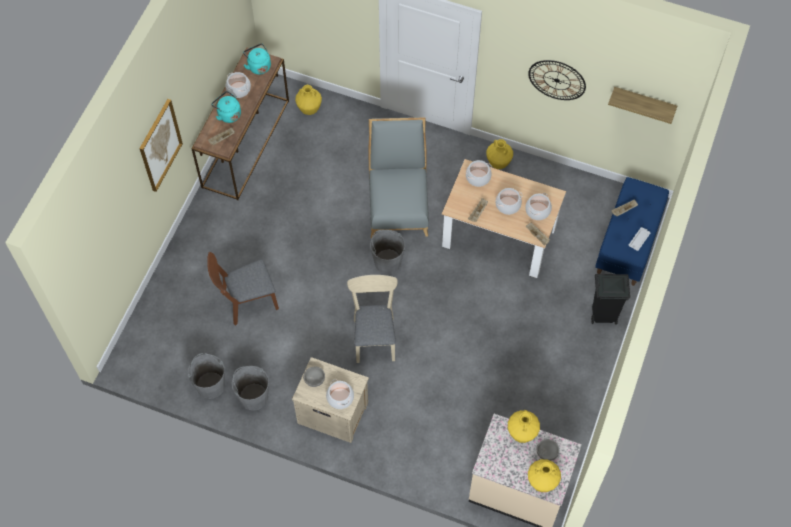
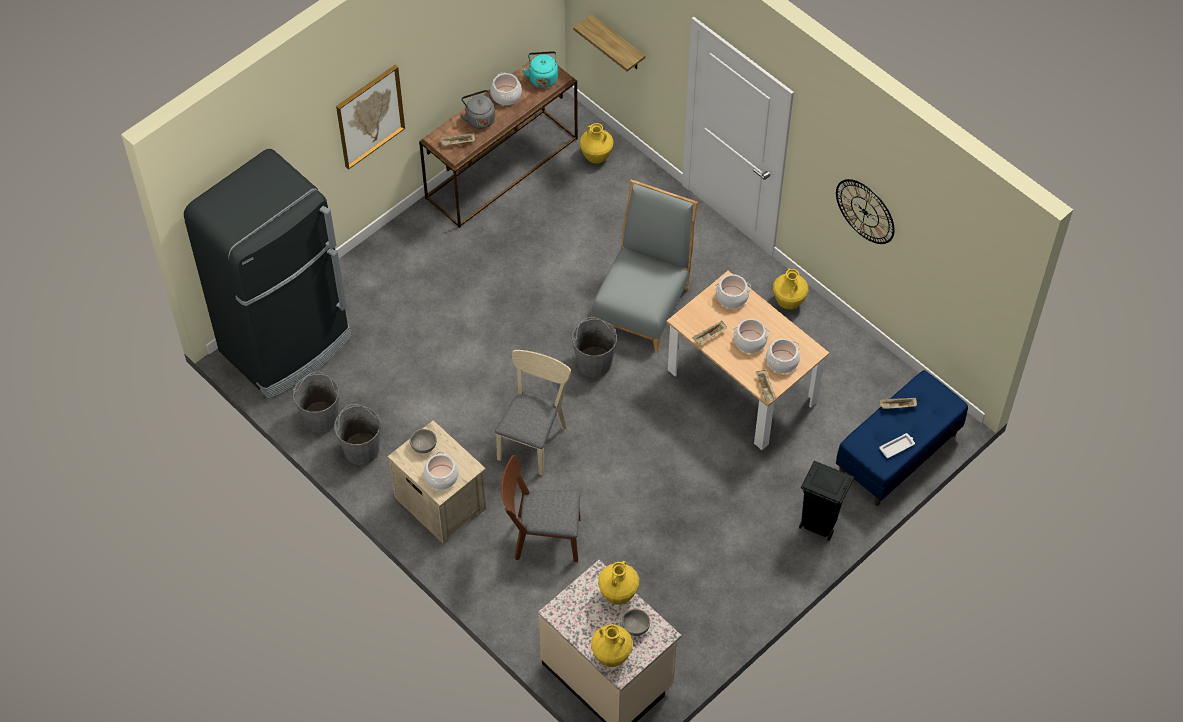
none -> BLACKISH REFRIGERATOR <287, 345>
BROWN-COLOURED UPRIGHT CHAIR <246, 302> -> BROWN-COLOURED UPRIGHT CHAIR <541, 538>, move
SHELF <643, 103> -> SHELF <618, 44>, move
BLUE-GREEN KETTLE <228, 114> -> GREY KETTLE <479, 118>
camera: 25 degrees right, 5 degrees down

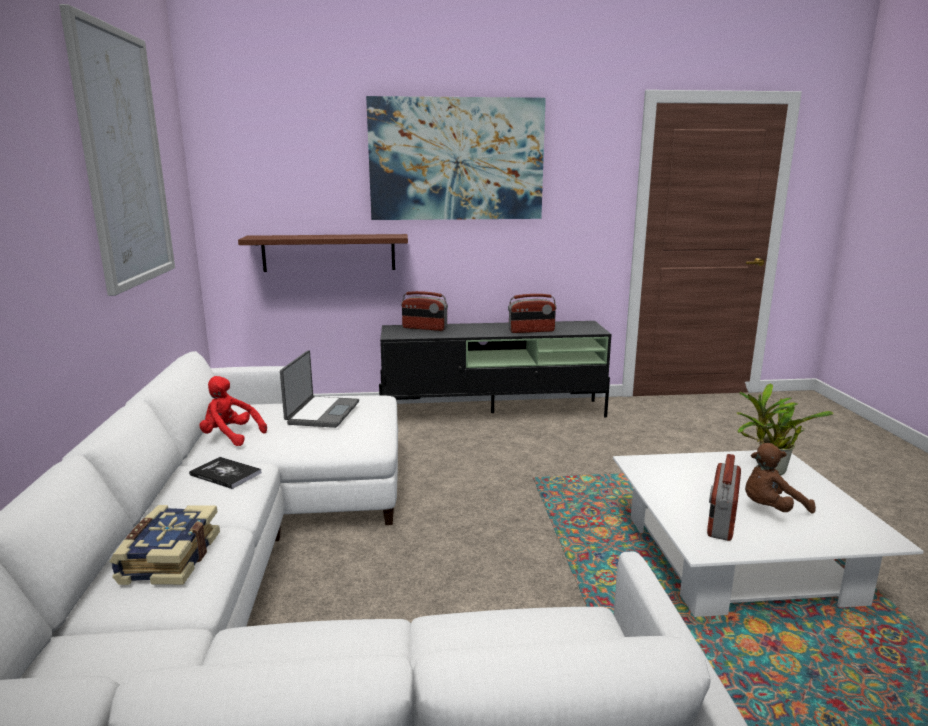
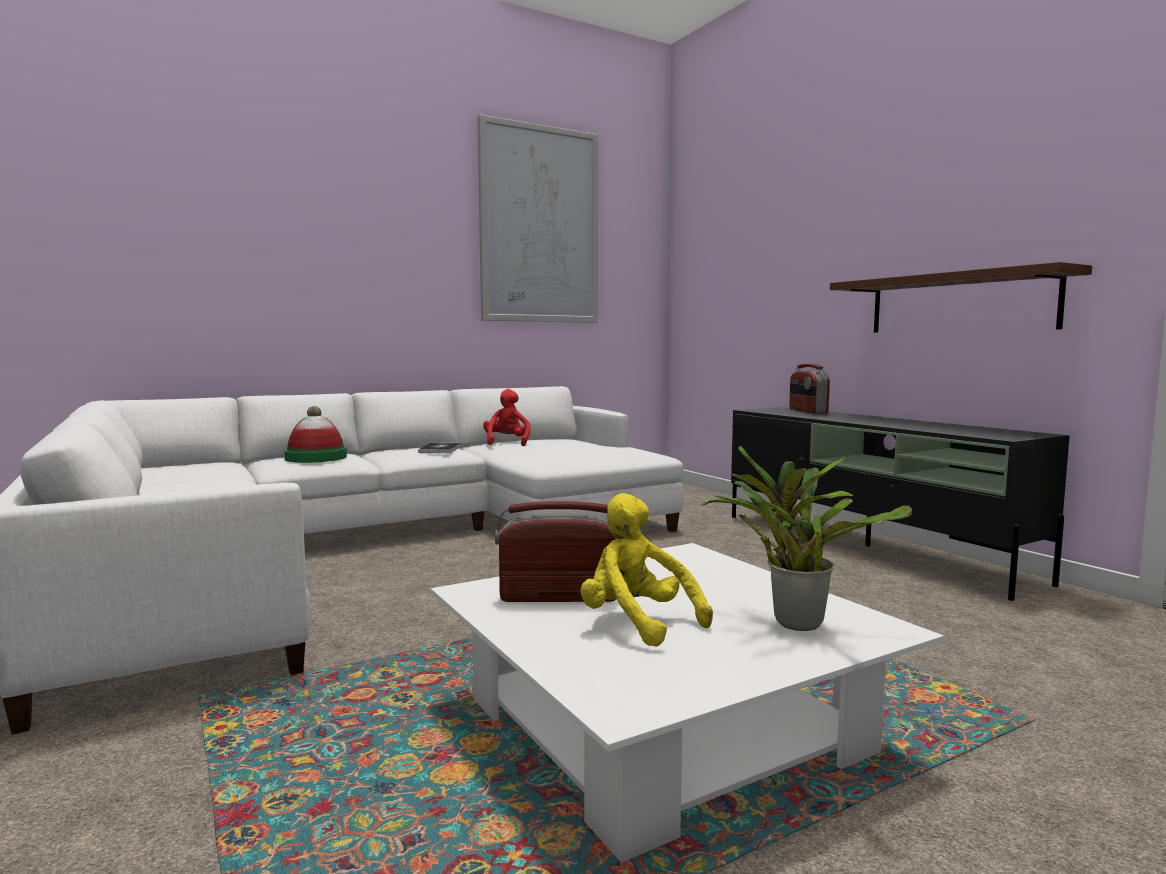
PORTABLE COMPUTER <321, 413> -> none
PICTURE <456, 159> -> none
RADIO RECEIVER <531, 331> -> none
BROWN-COLOURED SHELF <329, 252> -> BROWN-COLOURED SHELF <959, 303>, move
BOOK <168, 558> -> CLOTHING HAT <316, 458>
BROWN-COLOURED SOFT TOY <770, 509> -> YELLOW SOFT TOY <637, 623>
camera: 65 degrees right, 10 degrees down

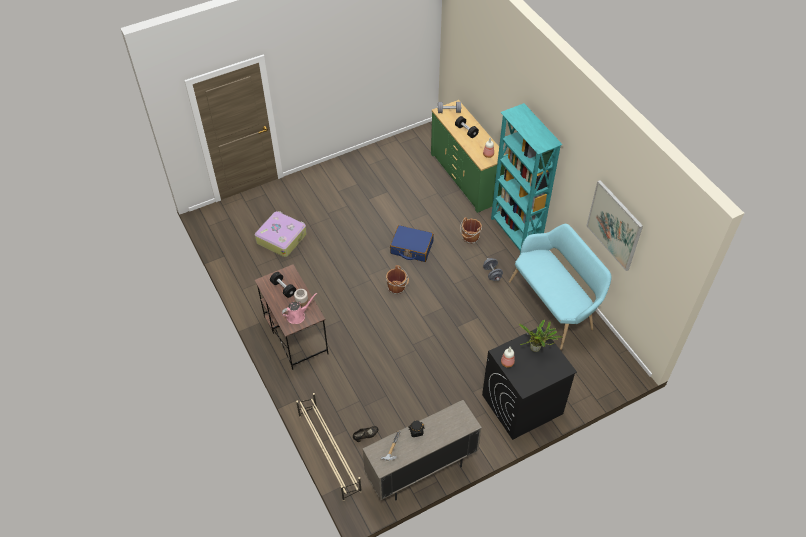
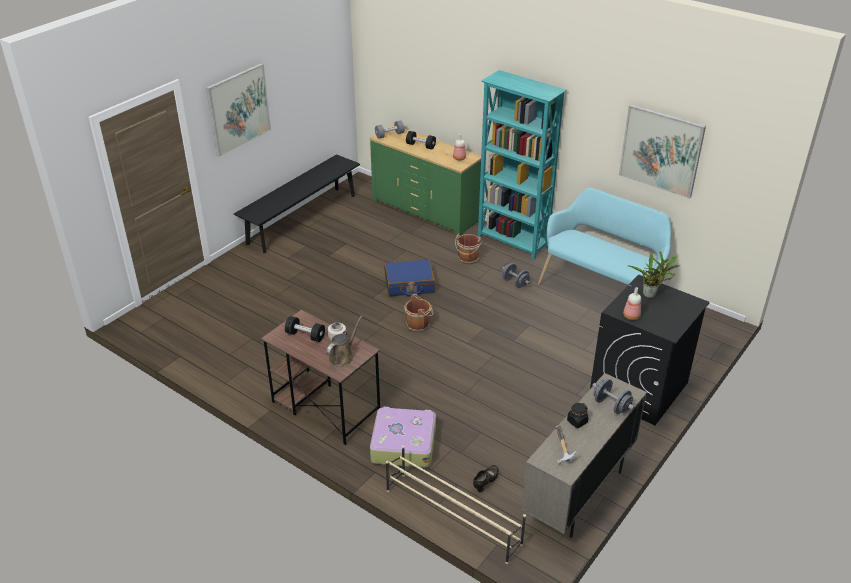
none -> PICTURE <238, 109>
none -> BLACKISH BENCH <302, 219>
none -> GREY HAND WEIGHT <611, 405>
PIECE OF LUGGAGE <281, 238> -> PIECE OF LUGGAGE <403, 444>, move
PINK-COLOURED WATERING CAN <297, 315> -> BROWN-COLOURED WATERING CAN <343, 356>
camera: 25 degrees left, 15 degrees down

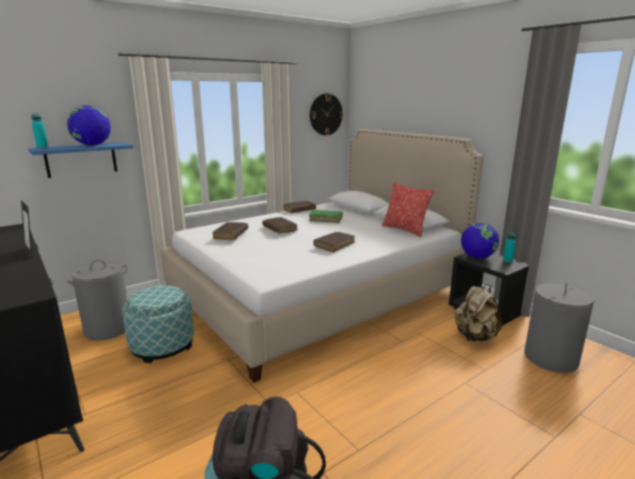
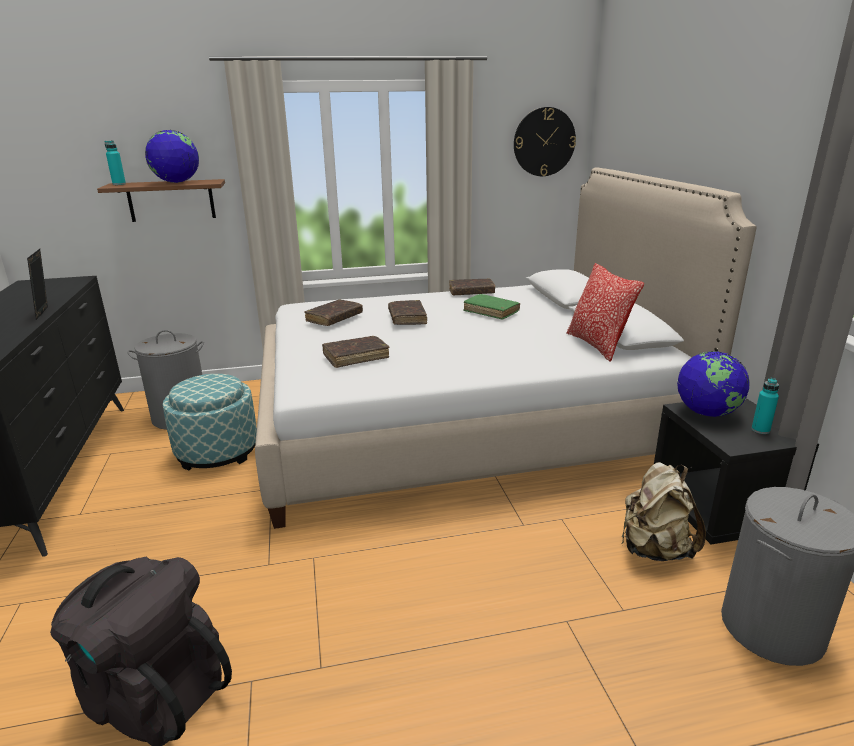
BROWN-COLOURED BOOK <334, 245> -> BROWN-COLOURED BOOK <356, 357>, move
BLUE-COLOURED SHELF <81, 159> -> BROWN-COLOURED SHELF <171, 200>
camera: 25 degrees right, 5 degrees up

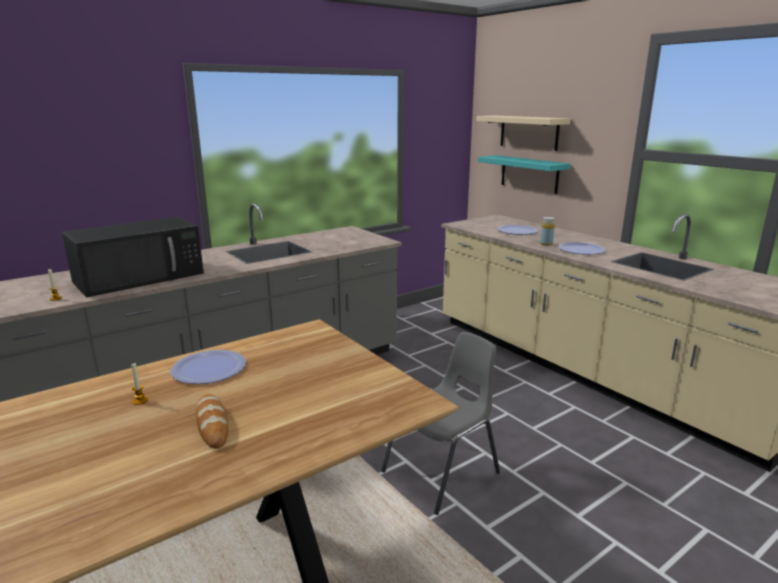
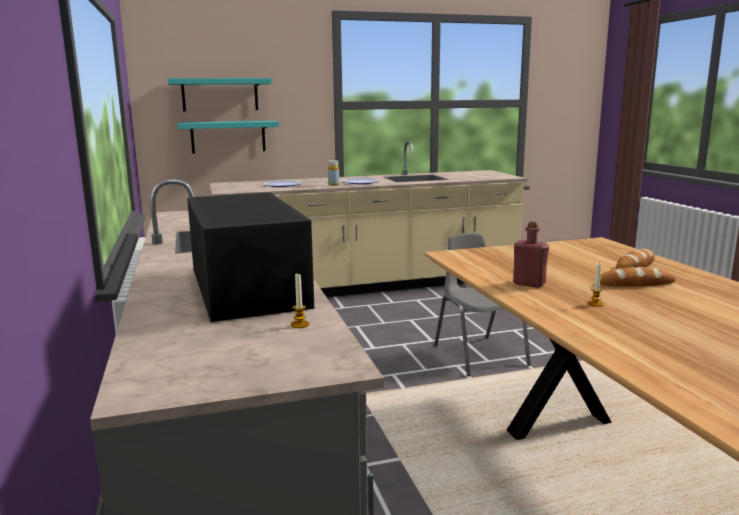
none -> BAKED BREAD <635, 265>
PLATE <209, 369> -> RED BOTTLE <529, 284>
SAND-COLOURED SHELF <529, 132> -> BLUE-GREEN SHELF <220, 95>
camera: 70 degrees left, 5 degrees down

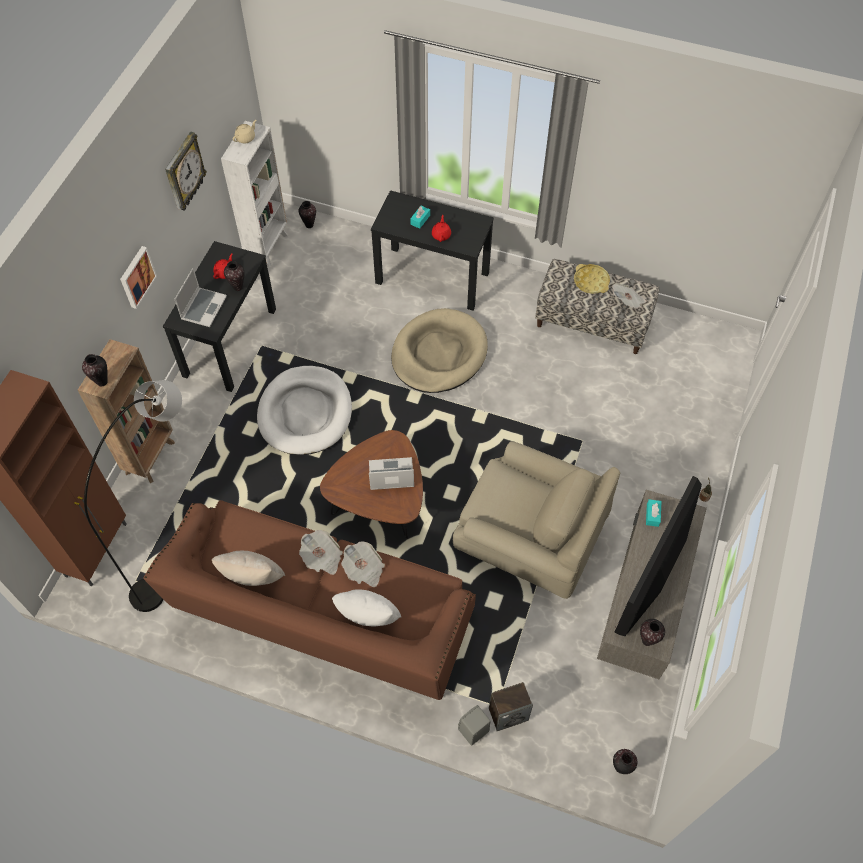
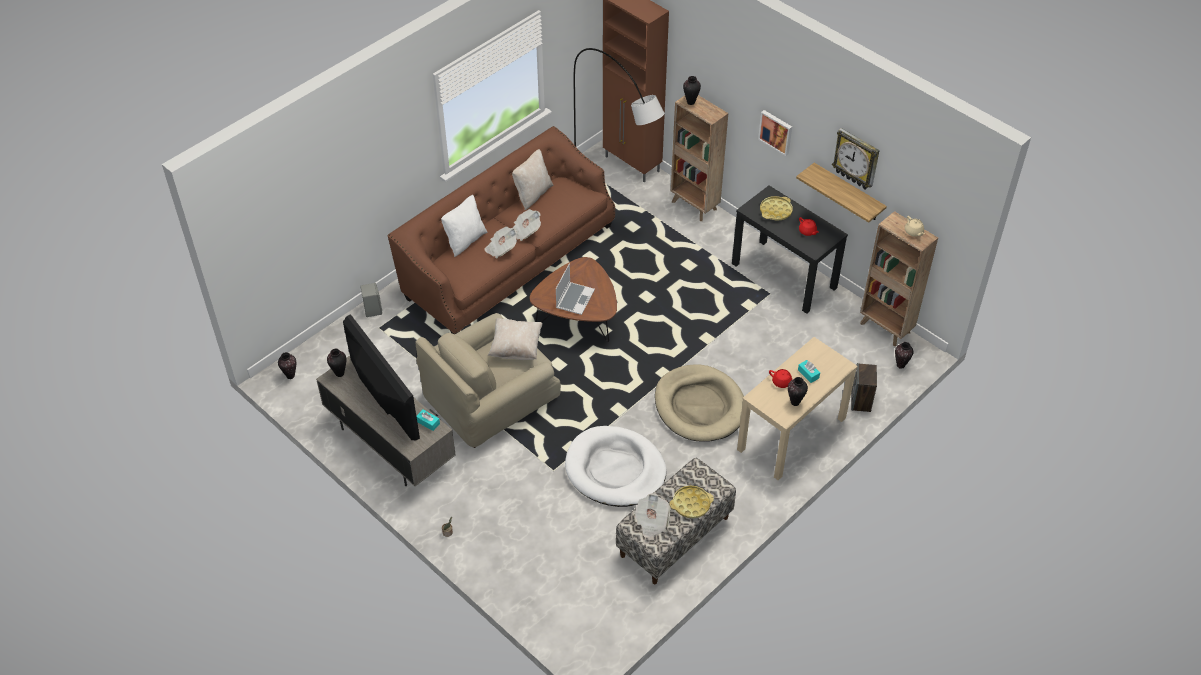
none -> SAND-COLOURED PILLOW <516, 348>
none -> SHELF <848, 193>
FLOWER VASE <238, 287> -> FLOWER VASE <795, 402>, move
WHITE DOG CUSHION <305, 413> -> WHITE DOG CUSHION <615, 470>, move
AUDIO SPEAKER <508, 714> -> AUDIO SPEAKER <861, 401>, move
PORTABLE COMPUTER <203, 307> -> YELLOW SERVING TRAY <775, 211>
WHITE SHELVING UNIT <267, 246> -> BROWN-COLOURED SHELVING UNIT <886, 328>
BLACKISH CONSOLE TABLE <432, 277> -> SAND-COLOURED CONSOLE TABLE <791, 434>
camera: 115 degrees right, 10 degrees down

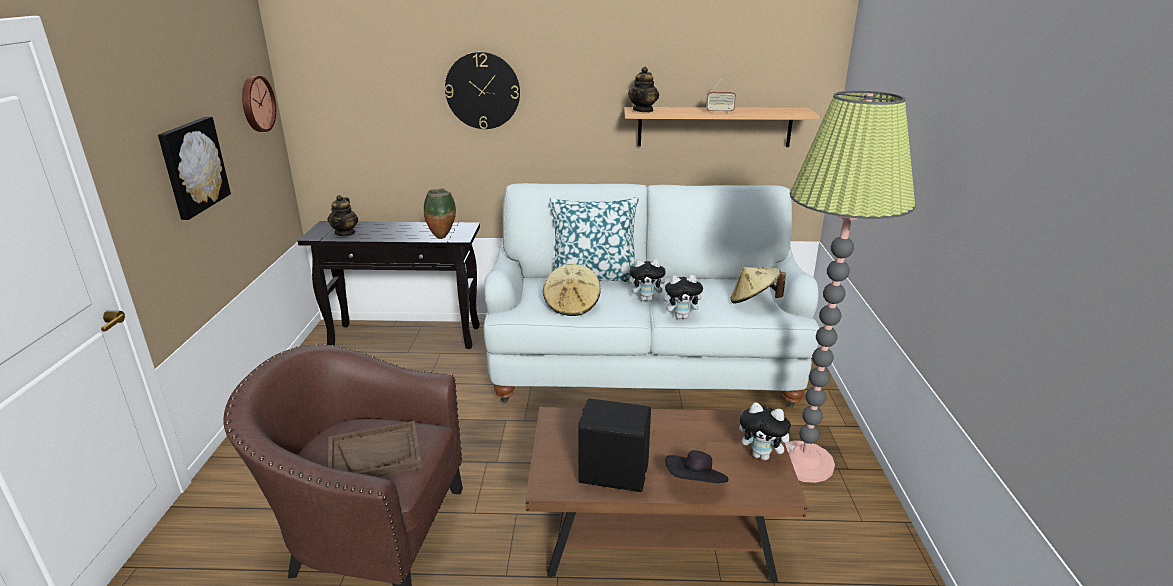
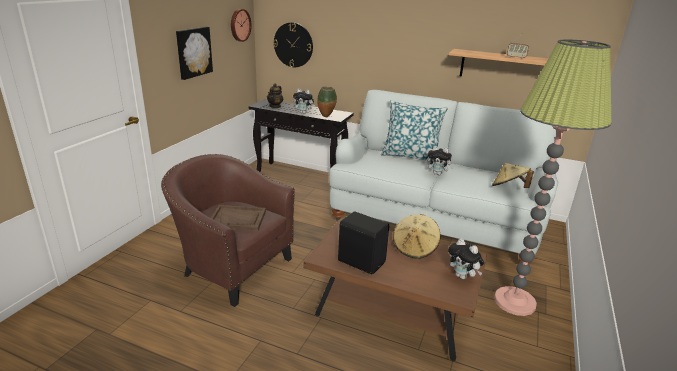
TEAPOT <643, 110> -> none
BLACKISH CLOTHING HAT <695, 483> -> none
CLOCK ON THE WALL <482, 91> -> CLOCK ON THE WALL <293, 45>, move
SAND-COLOURED CLOTHING HAT <572, 305> -> SAND-COLOURED CLOTHING HAT <415, 248>, move
SOFT TOY <682, 317> -> SOFT TOY <304, 113>, move
camera: 20 degrees right, 0 degrees up

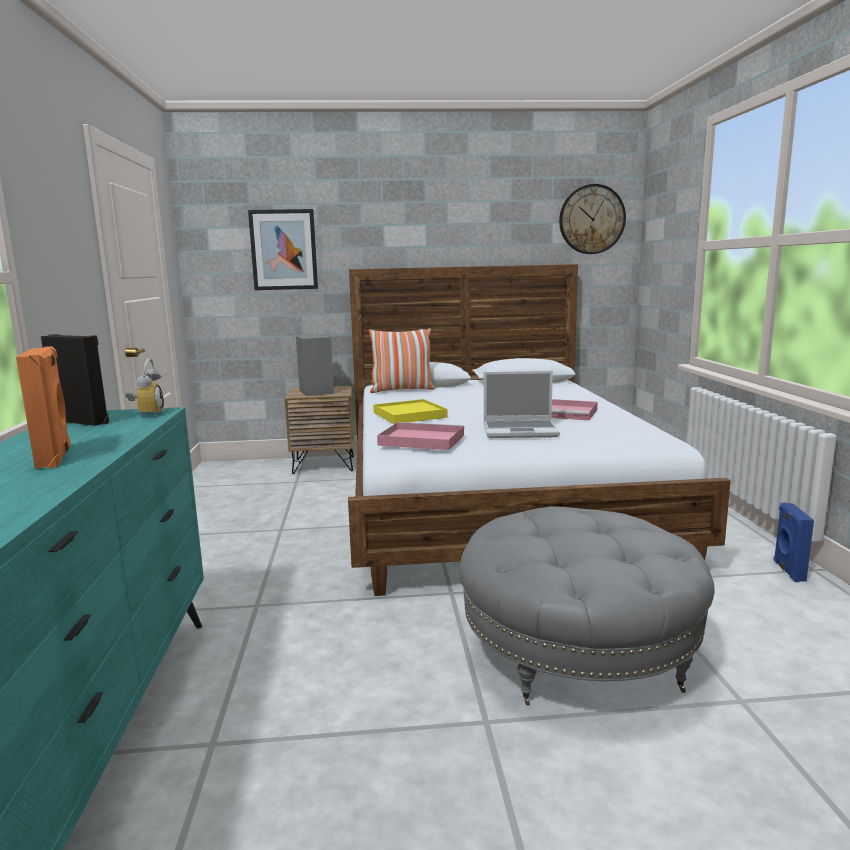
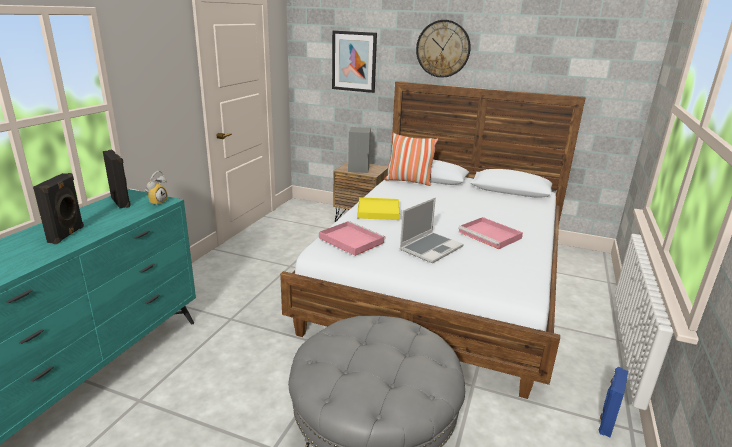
CLOCK ON THE WALL <592, 219> -> CLOCK ON THE WALL <443, 49>, move
ORANGE-COLOURED AUDIO SPEAKER <55, 457> -> BLACKISH AUDIO SPEAKER <67, 235>
PORTABLE COMPUTER <521, 431> -> PORTABLE COMPUTER <431, 248>, 75 degrees counterclockwise
camera: 25 degrees right, 10 degrees up

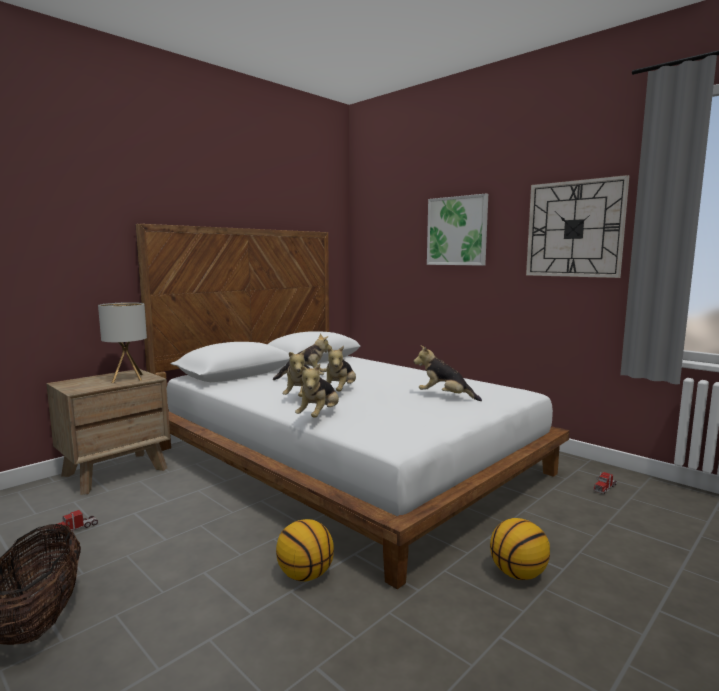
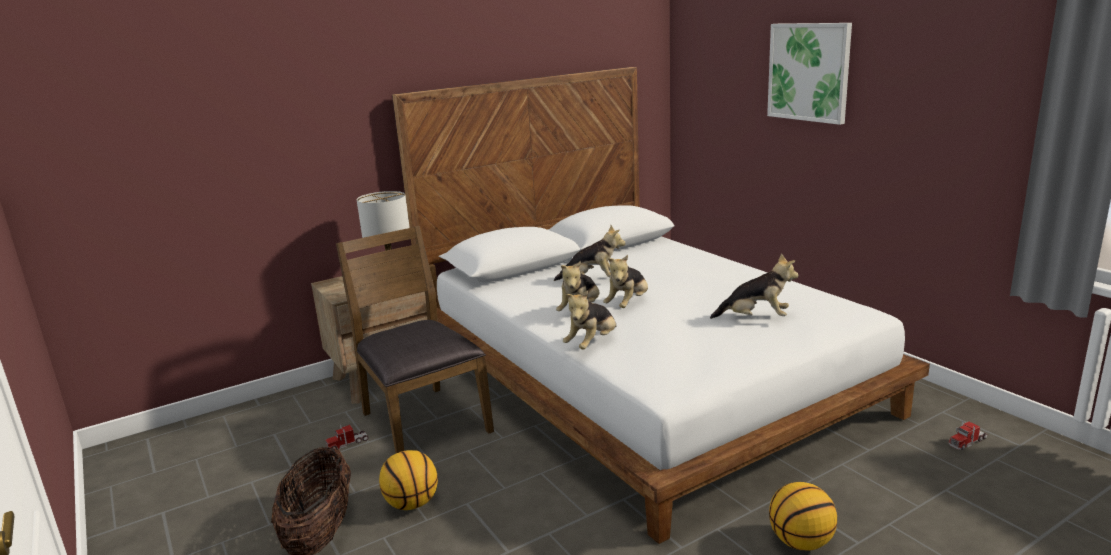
CLOCK ON THE WALL <574, 229> -> none
none -> BROWN-COLOURED UPRIGHT CHAIR <423, 422>
BASKETBALL <305, 575> -> BASKETBALL <411, 504>, move
SOFT TOY <445, 397> -> SOFT TOY <755, 318>, 150 degrees clockwise
camera: 15 degrees right, 10 degrees up

